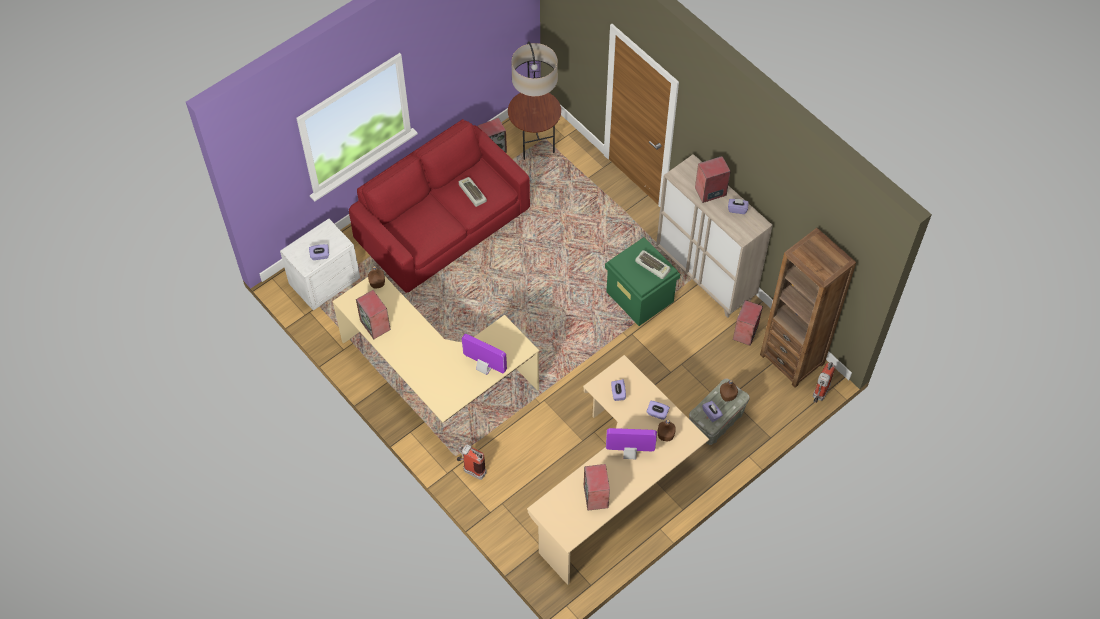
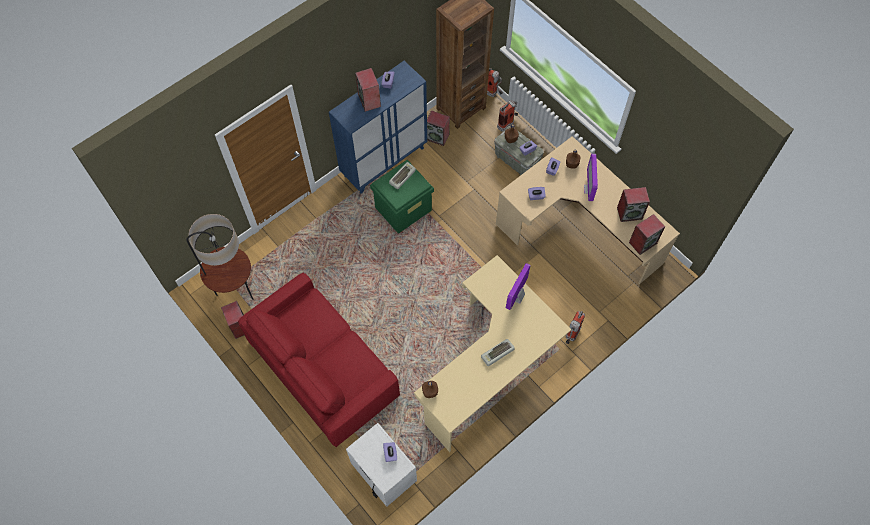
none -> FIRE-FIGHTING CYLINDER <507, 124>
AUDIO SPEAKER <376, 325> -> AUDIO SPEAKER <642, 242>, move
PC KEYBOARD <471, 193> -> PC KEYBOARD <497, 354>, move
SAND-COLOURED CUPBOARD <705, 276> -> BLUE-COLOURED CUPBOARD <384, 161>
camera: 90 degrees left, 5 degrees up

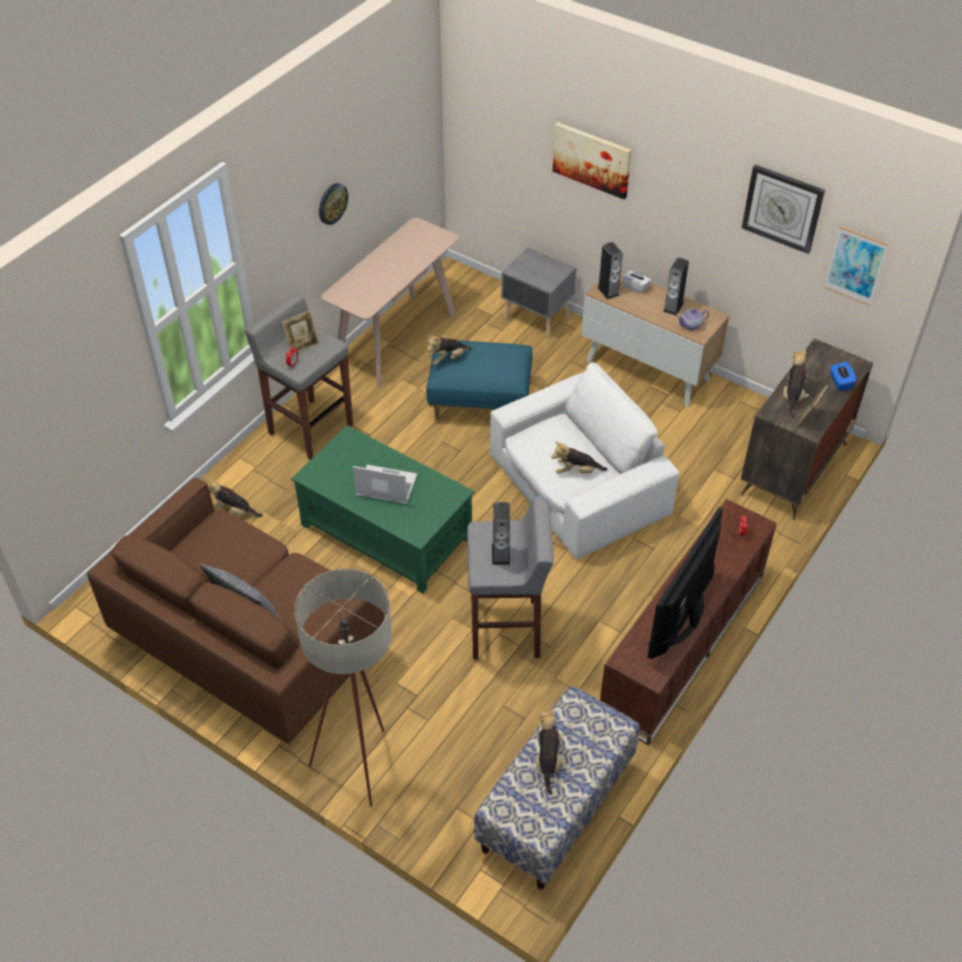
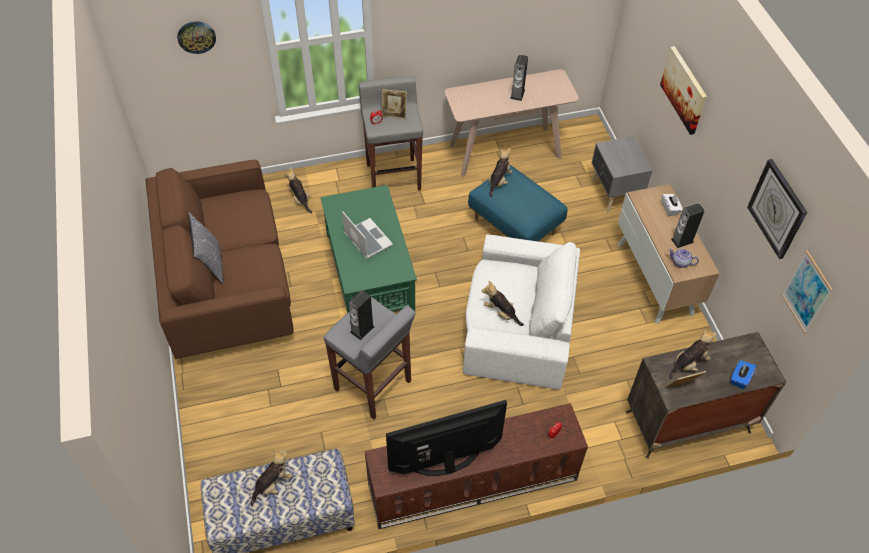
SAND-COLOURED STANDING LAMP <361, 759> -> none
CLOCK ON THE WALL <332, 203> -> CLOCK ON THE WALL <196, 37>, move
AUDIO SPEAKER <608, 291> -> AUDIO SPEAKER <517, 94>, move
SOFT TOY <447, 359> -> SOFT TOY <499, 181>, 105 degrees clockwise
camera: 40 degrees right, 5 degrees up

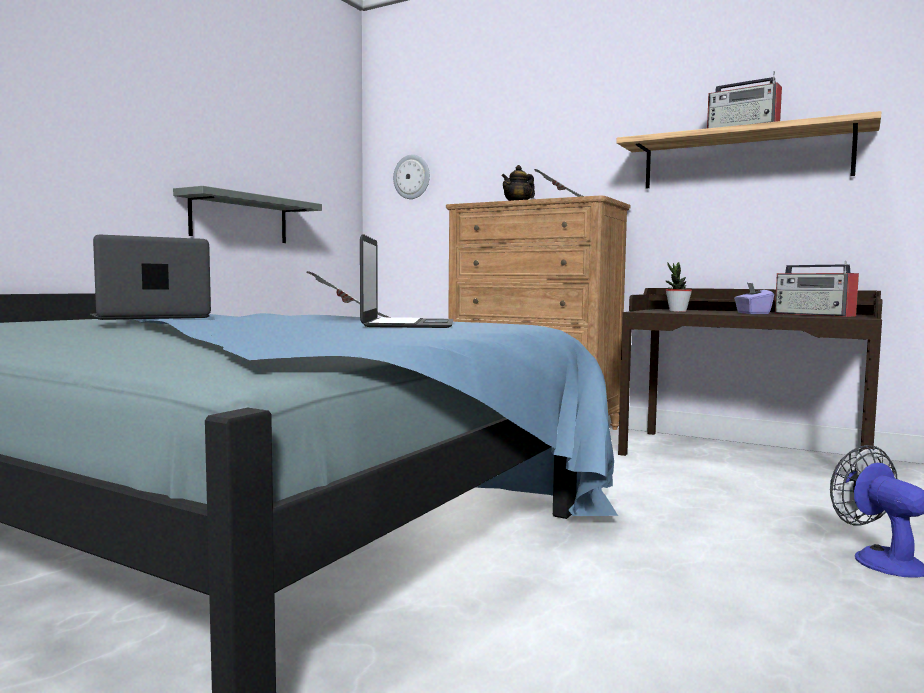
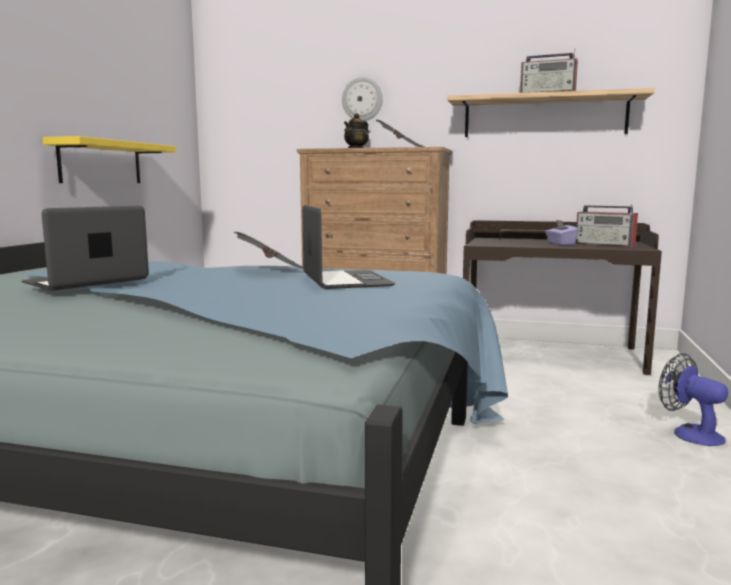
PLANT IN A POT <677, 311> -> none
CLOCK ON THE WALL <412, 177> -> CLOCK ON THE WALL <362, 99>, move
GREY SHELF <240, 218> -> YELLOW SHELF <101, 162>
camera: 15 degrees left, 5 degrees up

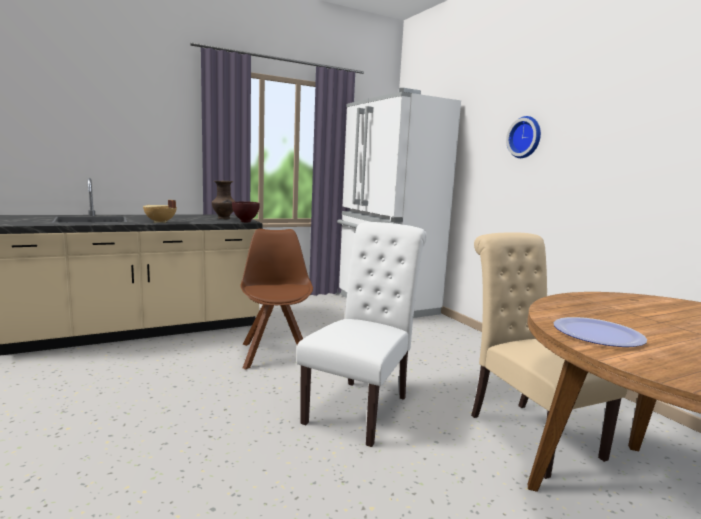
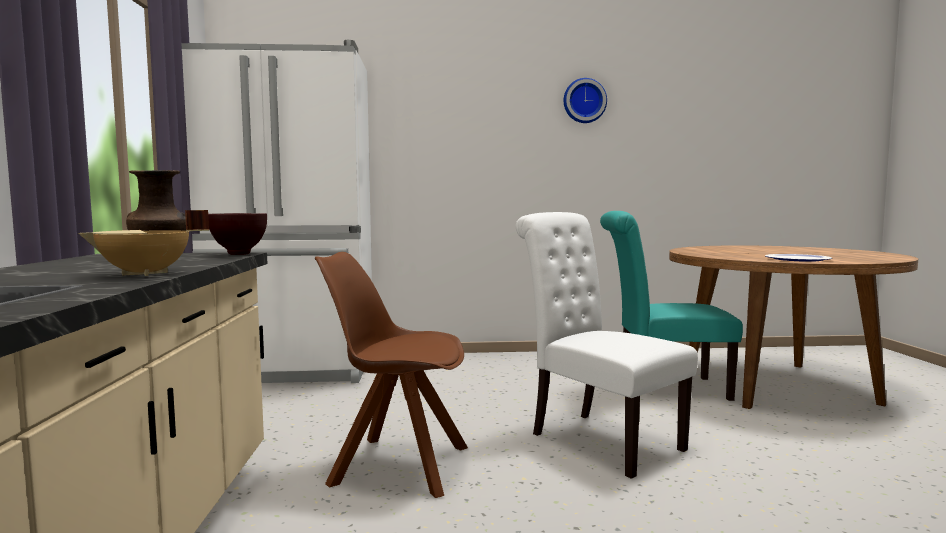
CLOCK ON THE WALL <526, 137> -> CLOCK ON THE WALL <584, 101>, move
SAND-COLOURED UPRIGHT CHAIR <527, 431> -> BLUE-GREEN UPRIGHT CHAIR <662, 388>
camera: 65 degrees left, 5 degrees down

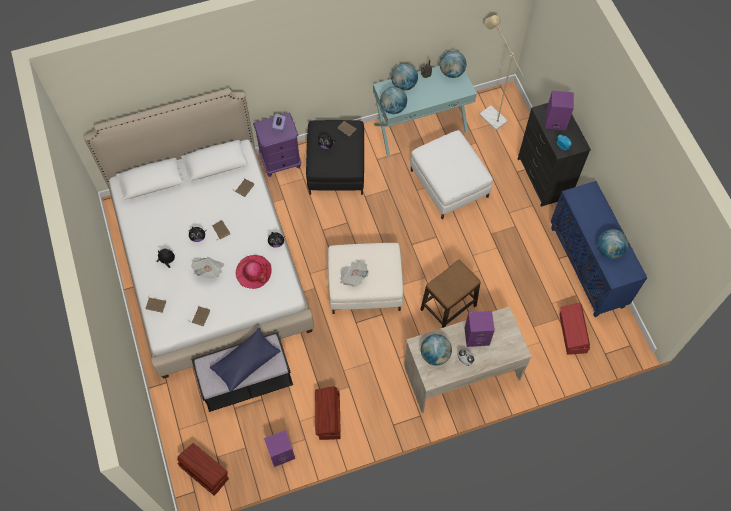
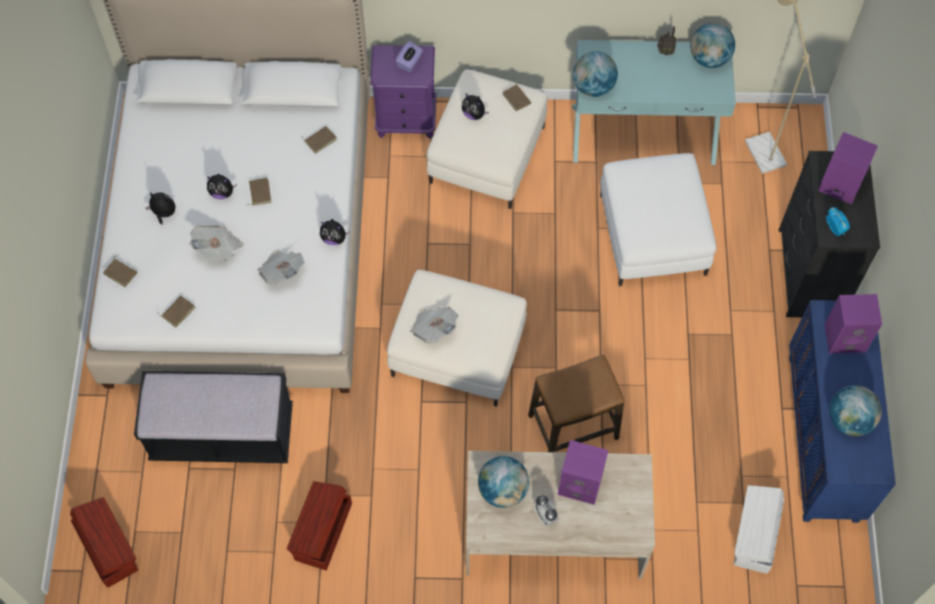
BLUE-COLOURED PILLOW <246, 362> -> none
GLOBE <404, 85> -> none
PURPLISH AUDIO SPEAKER <281, 453> -> PURPLISH AUDIO SPEAKER <846, 337>, move
CLOTHING HAT <253, 272> -> PRINTED PAPER <282, 271>
BLACKISH OTTOMAN <336, 167> -> WHITE OTTOMAN <487, 155>
RED STORAGE CONTAINER <572, 334> -> WHITE STORAGE CONTAINER <755, 535>
camera: 20 degrees right, 0 degrees up

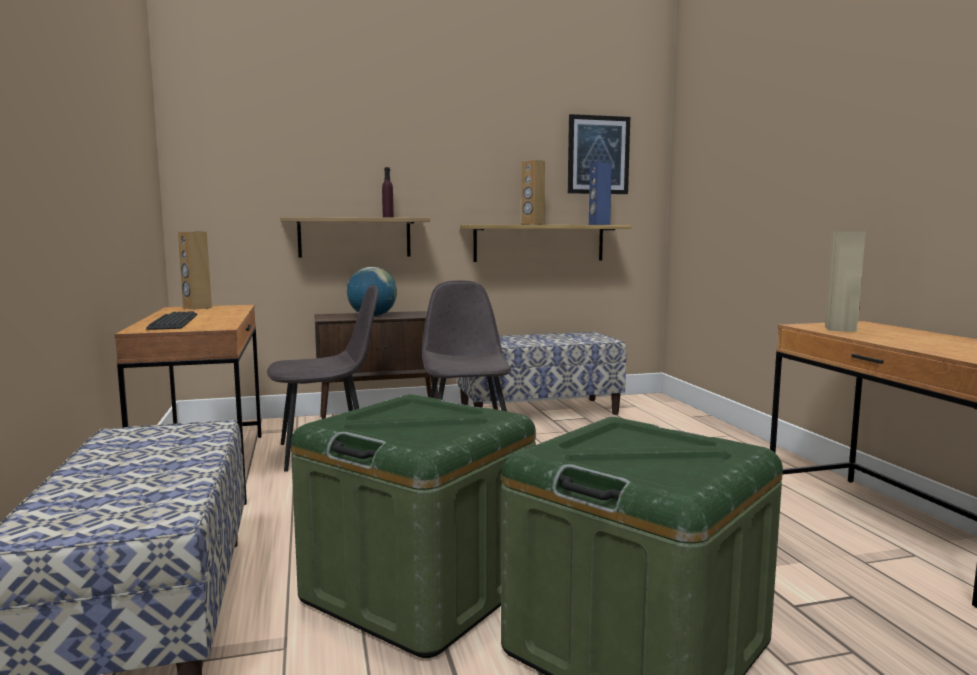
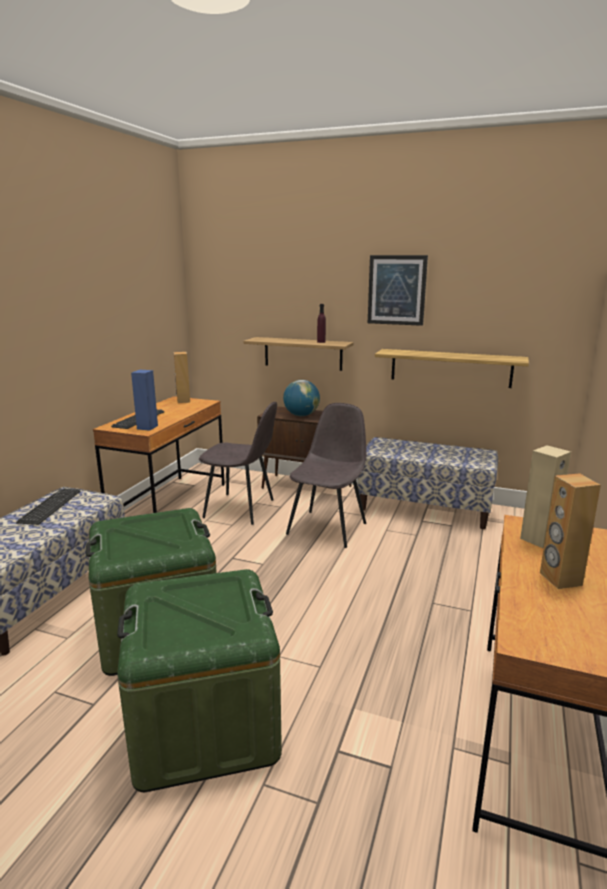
none -> PC KEYBOARD <50, 506>
BROWN-COLOURED AUDIO SPEAKER <532, 224> -> BROWN-COLOURED AUDIO SPEAKER <560, 579>, move
PICTURE <598, 155> -> PICTURE <397, 290>, move
BLUE-COLOURED AUDIO SPEAKER <599, 224> -> BLUE-COLOURED AUDIO SPEAKER <147, 427>, move
camera: 35 degrees right, 10 degrees up

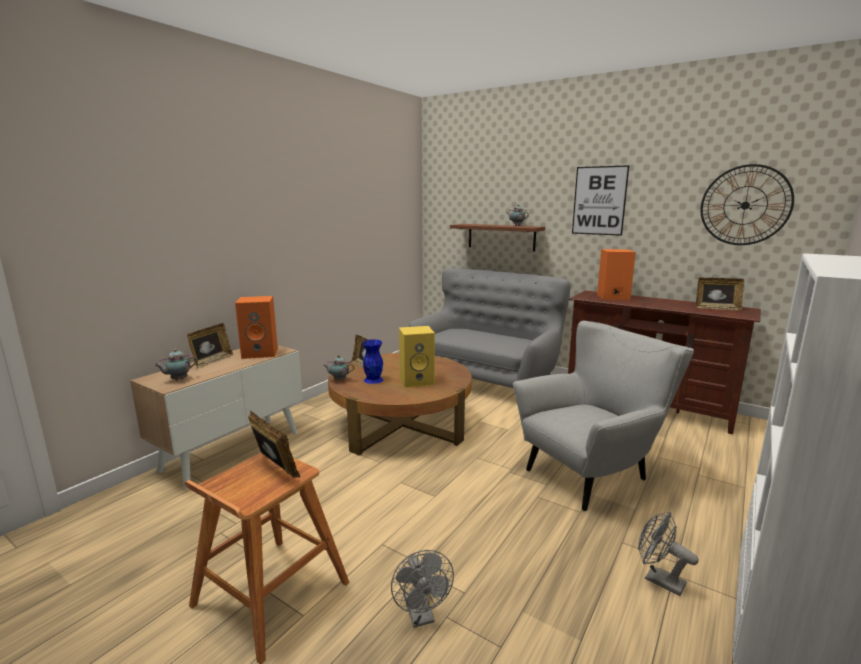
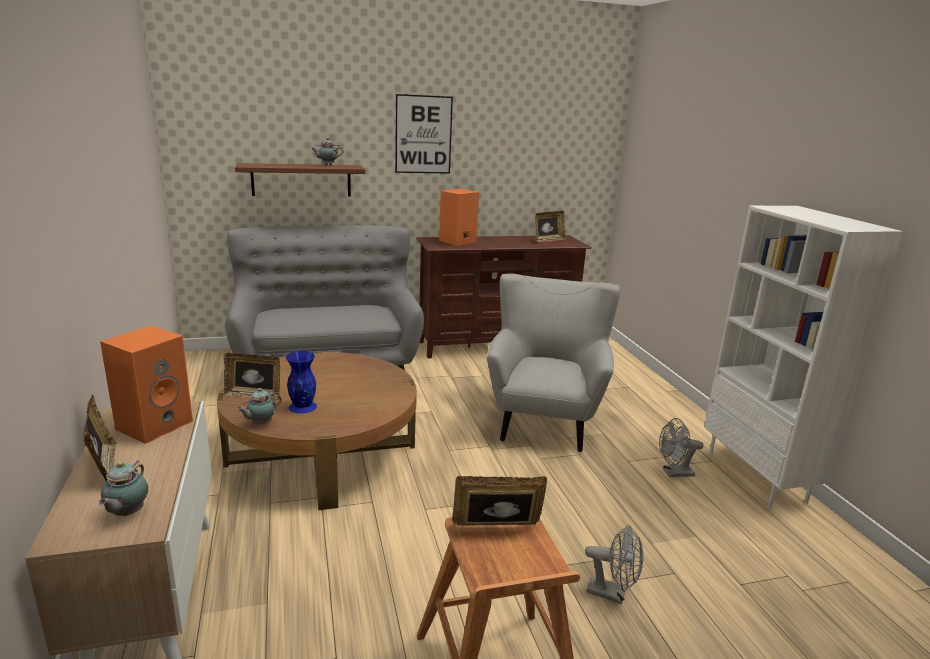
YELLOW AUDIO SPEAKER <417, 381> -> none
CLOCK ON THE WALL <745, 205> -> none
camera: 50 degrees left, 5 degrees up

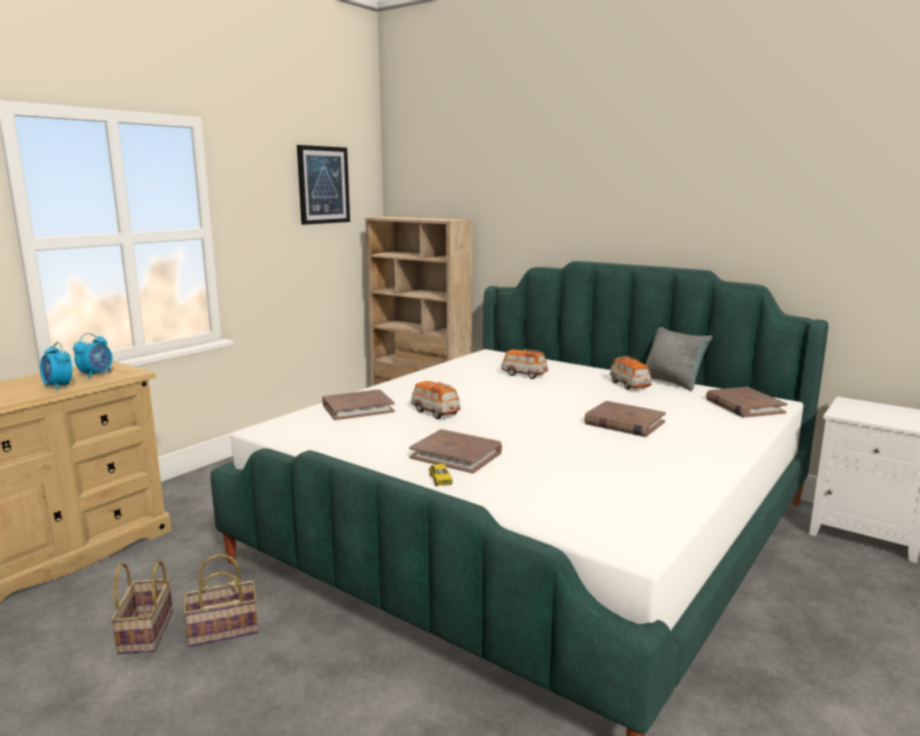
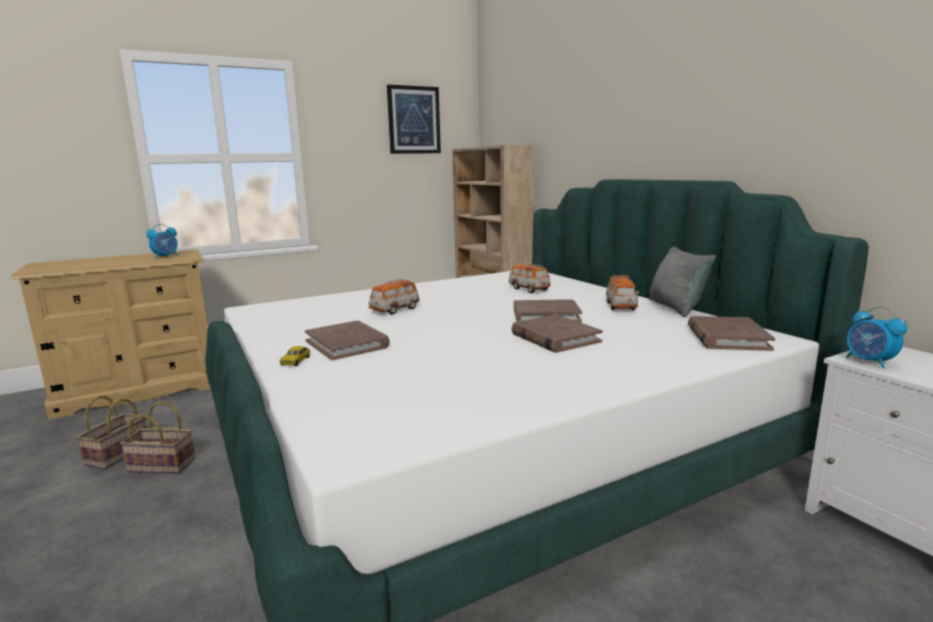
ALARM CLOCK <58, 387> -> ALARM CLOCK <869, 362>, move
BROWN-COLOURED BOOK <358, 408> -> BROWN-COLOURED BOOK <546, 315>, move
MODEL CAR <435, 412> -> MODEL CAR <394, 310>, 120 degrees counterclockwise
camera: 25 degrees right, 0 degrees up

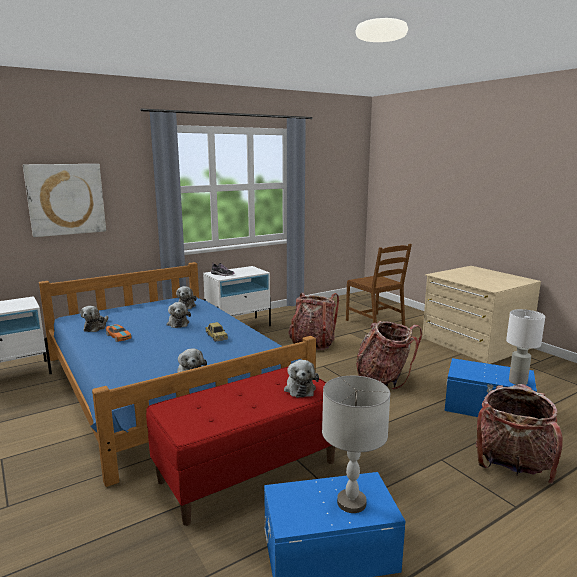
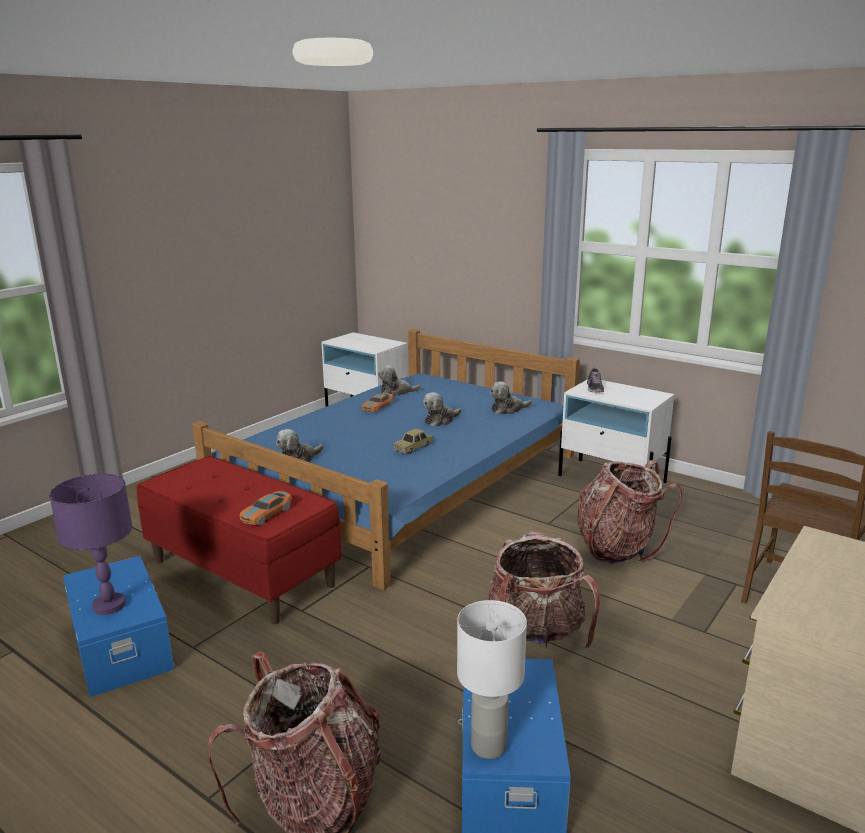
PICTURE <66, 199> -> none
SOFT TOY <299, 388> -> MODEL CAR <266, 514>
GREY TABLETOP LAMP <351, 502> -> PURPLISH TABLETOP LAMP <110, 605>
camera: 70 degrees right, 5 degrees up

